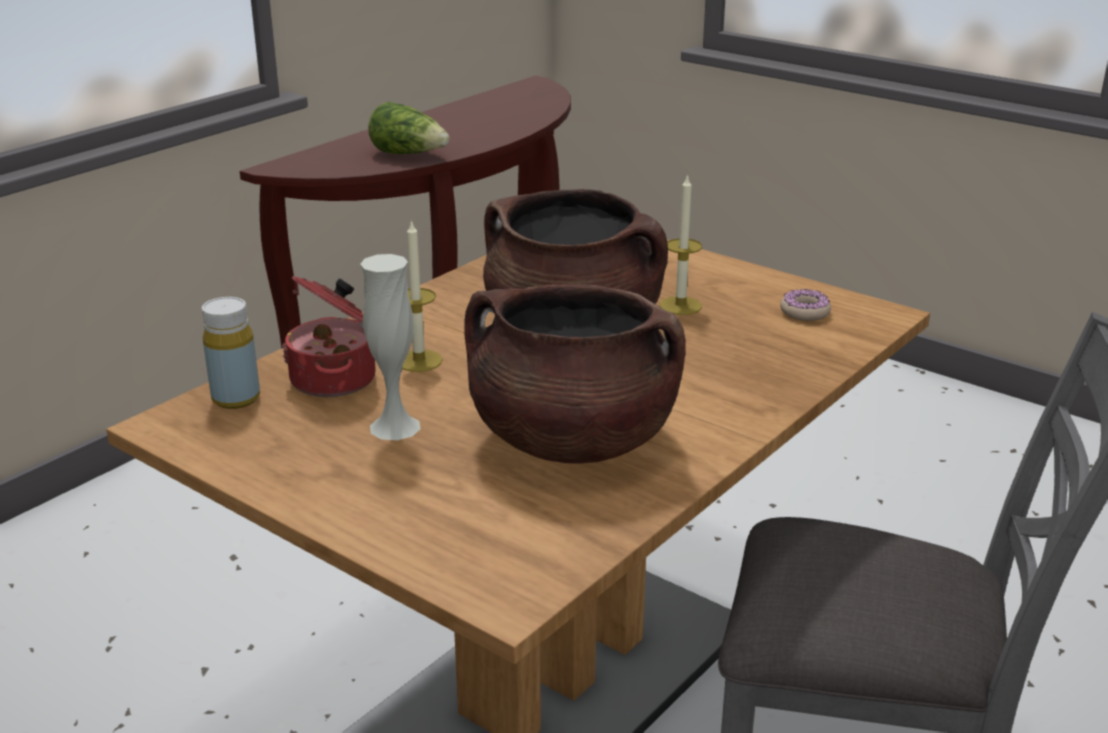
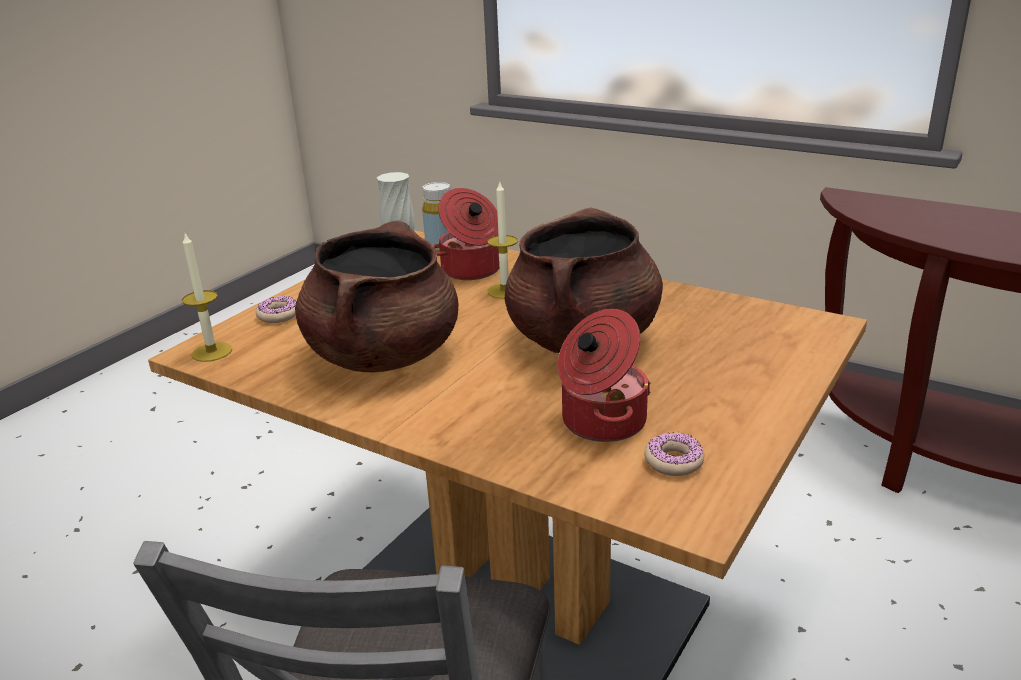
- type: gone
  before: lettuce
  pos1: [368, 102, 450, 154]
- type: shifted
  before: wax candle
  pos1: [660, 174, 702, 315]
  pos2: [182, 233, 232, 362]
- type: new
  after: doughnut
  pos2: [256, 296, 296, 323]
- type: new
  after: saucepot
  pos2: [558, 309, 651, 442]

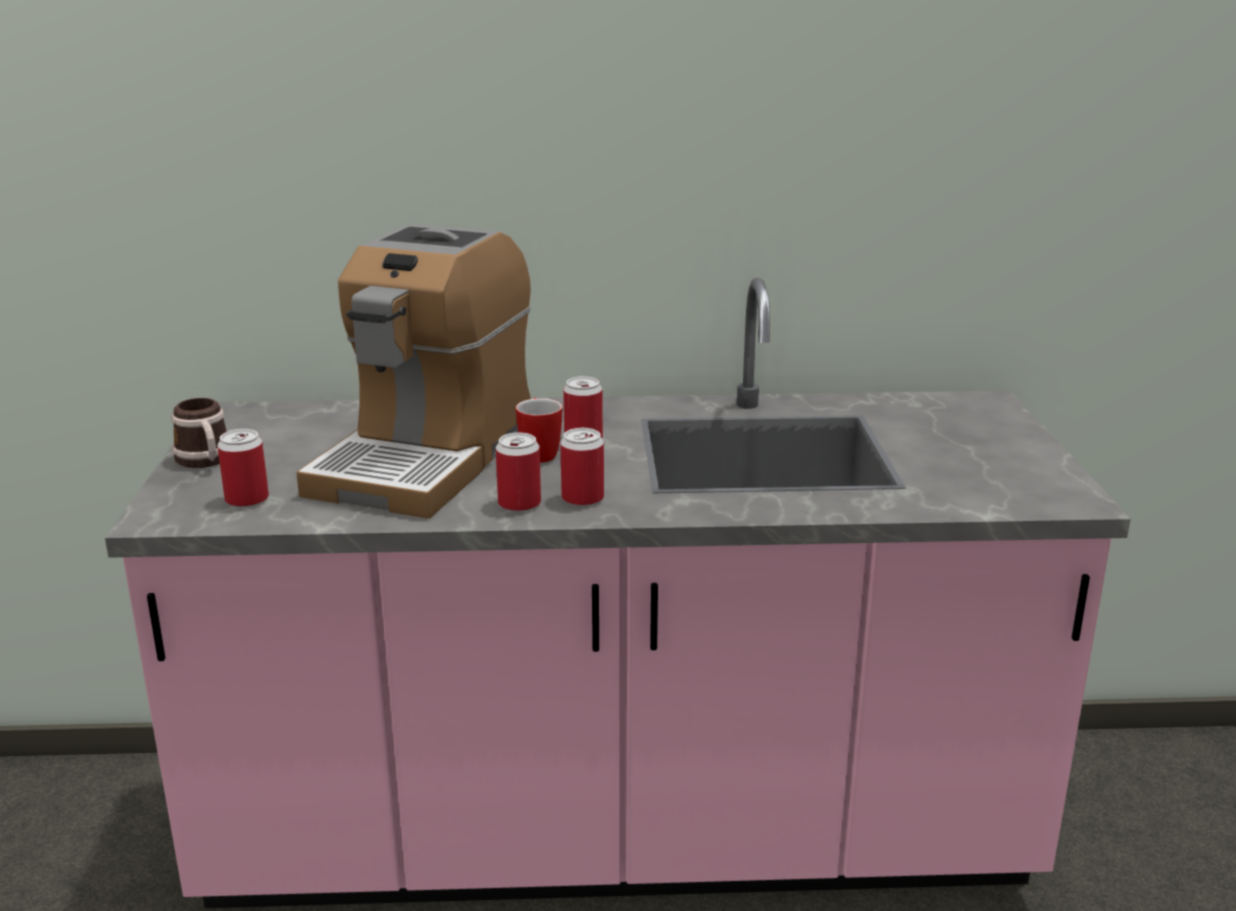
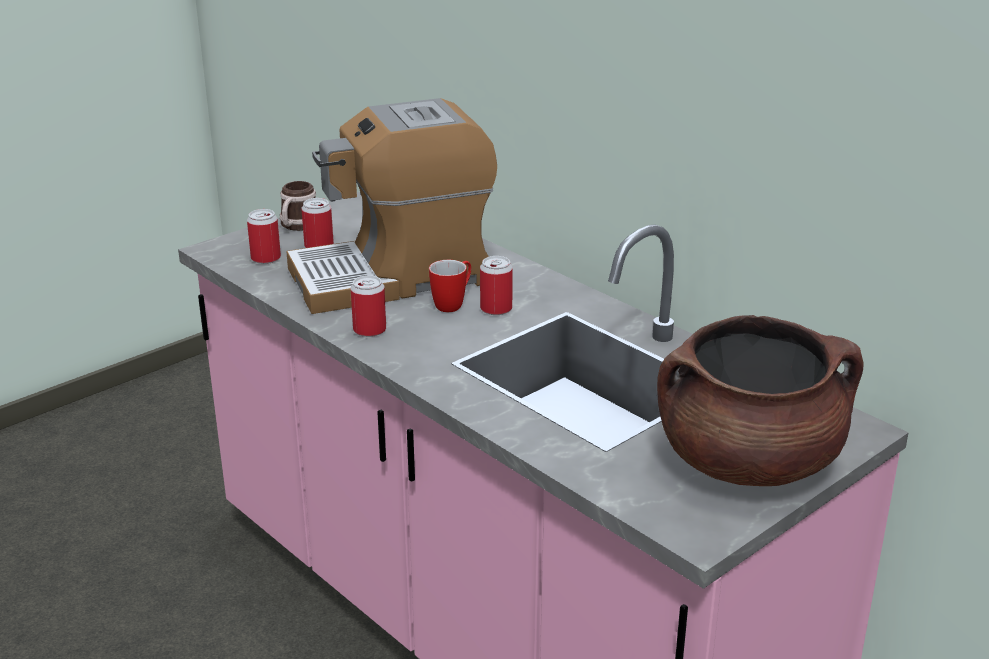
- type: shifted
  before: can
  pos1: [560, 428, 604, 506]
  pos2: [301, 198, 334, 248]
- type: new
  after: saucepot (brownish)
  pos2: [657, 315, 863, 486]

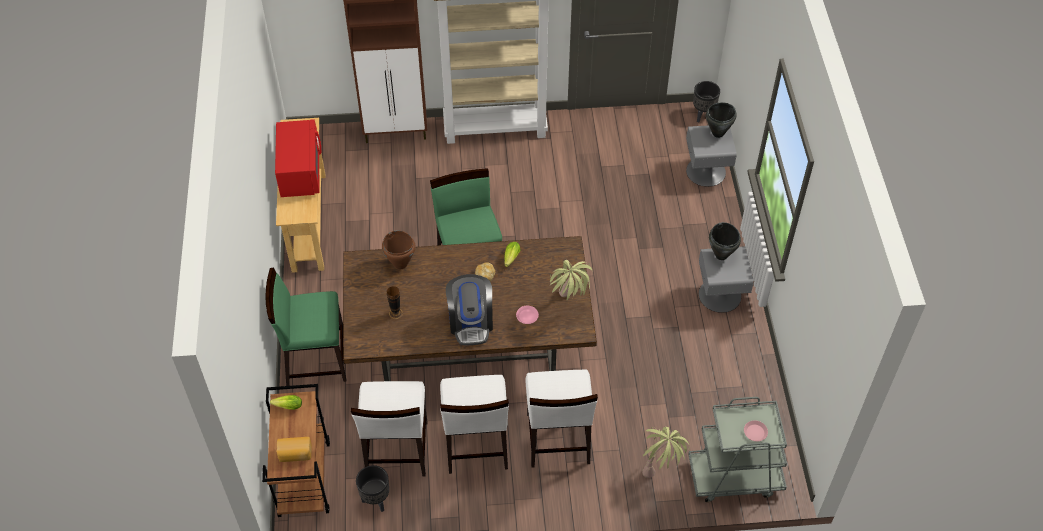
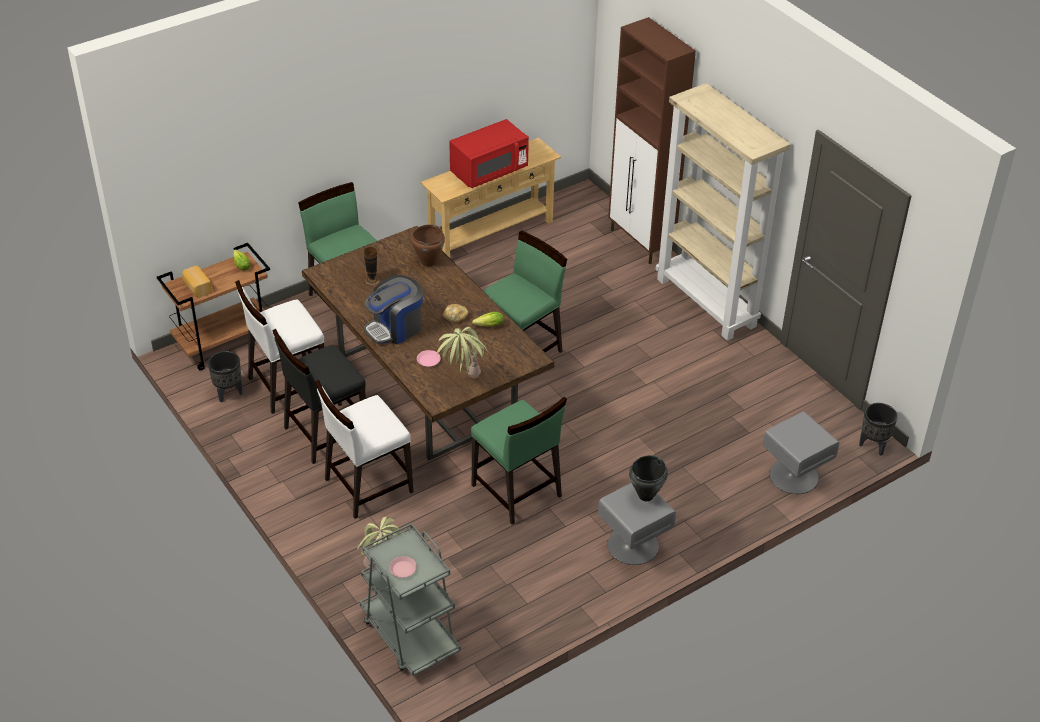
- type: gone
  before: saucepot (blackish)
  pos1: [706, 102, 737, 138]
- type: repainted
  before: chair (whitish)
  after: chair (blackish)
  pos1: [440, 375, 509, 474]
  pos2: [272, 329, 366, 464]
- type: new
  after: chair (green-coloured)
  pos2: [471, 397, 567, 525]

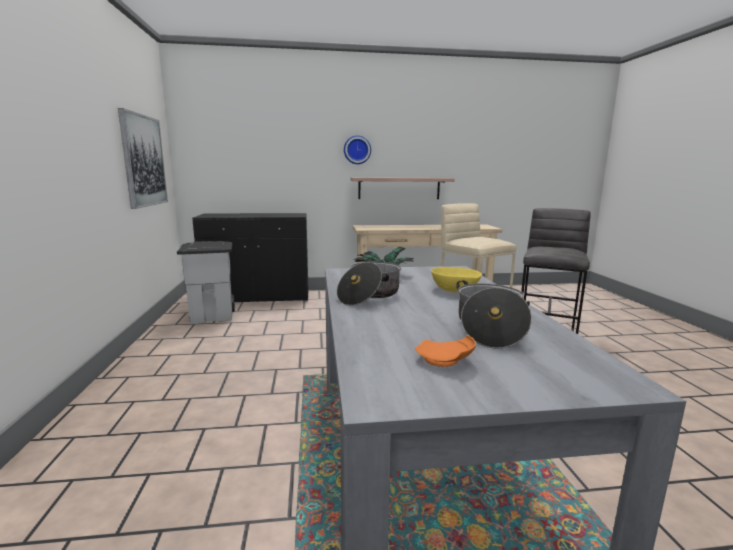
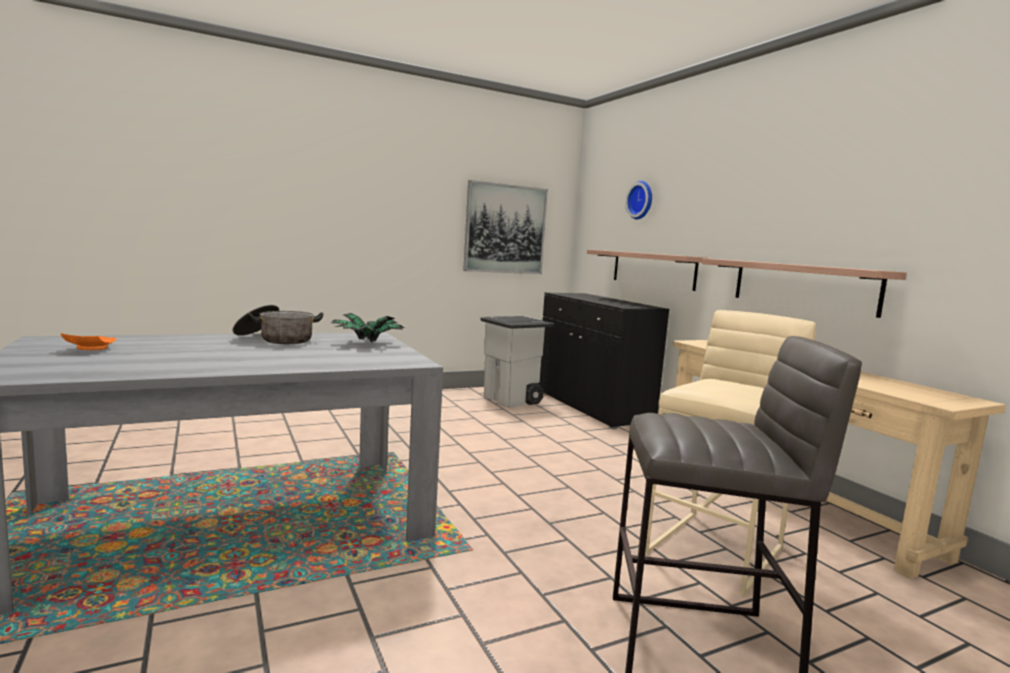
- type: shifted
  before: clock on the wall
  pos1: [344, 135, 371, 164]
  pos2: [625, 181, 652, 219]
- type: gone
  before: serving bowl (yellow)
  pos1: [431, 267, 482, 292]
- type: gone
  before: saucepot
  pos1: [457, 280, 532, 349]
- type: new
  after: shelf
  pos2: [587, 249, 709, 291]

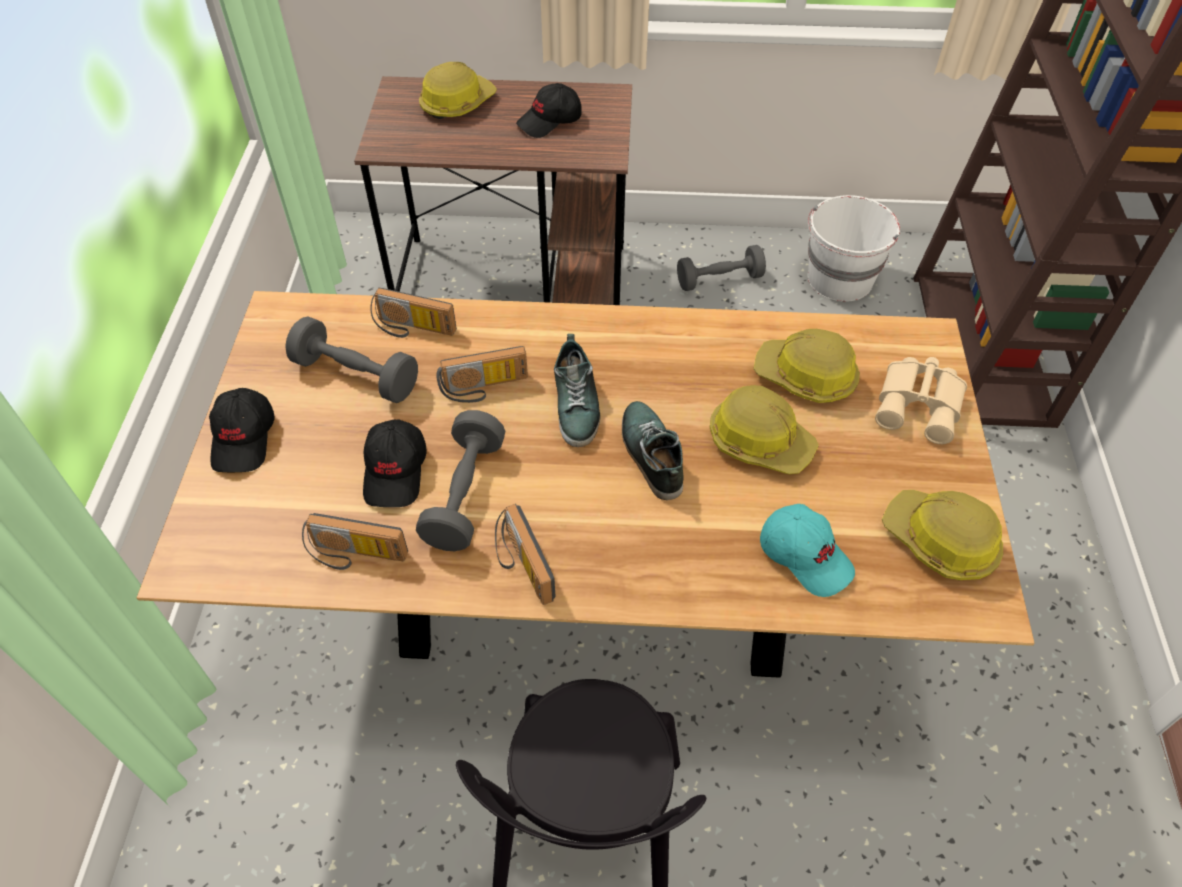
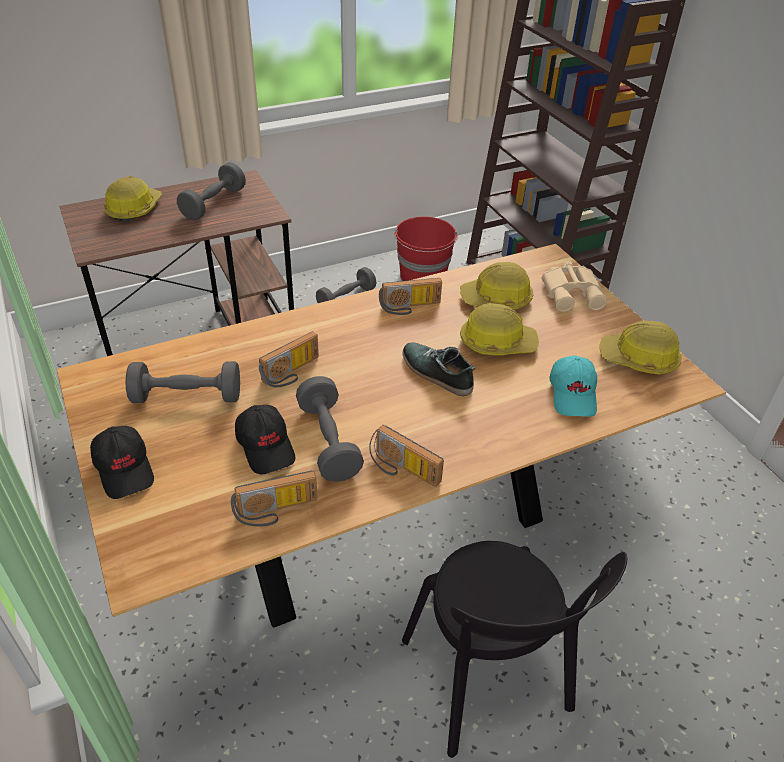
- type: swapped
  before: peaked cap (blackish)
  after: dumbbell (greyish)
  pos1: [516, 83, 582, 138]
  pos2: [177, 162, 246, 221]
- type: repainted
  before: bucket (whitish)
  after: bucket (red-coloured)
  pos1: [808, 195, 900, 302]
  pos2: [394, 216, 458, 281]
- type: shifted
  before: radio receiver
  pos1: [370, 288, 457, 338]
  pos2: [379, 278, 442, 315]
- type: gone
  before: low shoe
  pos1: [554, 334, 600, 447]
- type: rotated
  before: peaked cap (turquoise-coloured)
  pos1: [760, 504, 855, 597]
  pos2: [549, 356, 597, 417]
  turn: 75

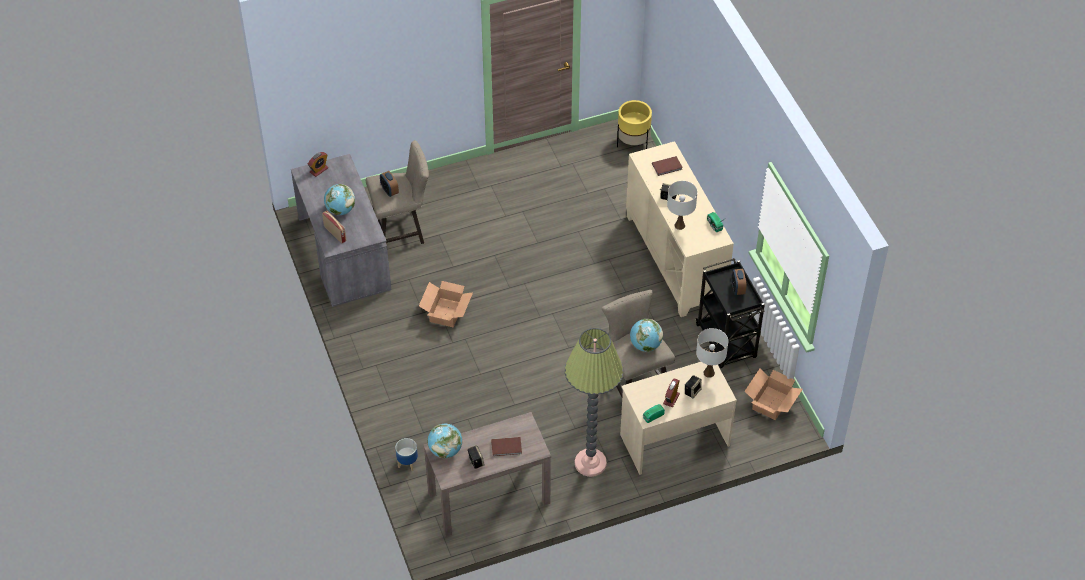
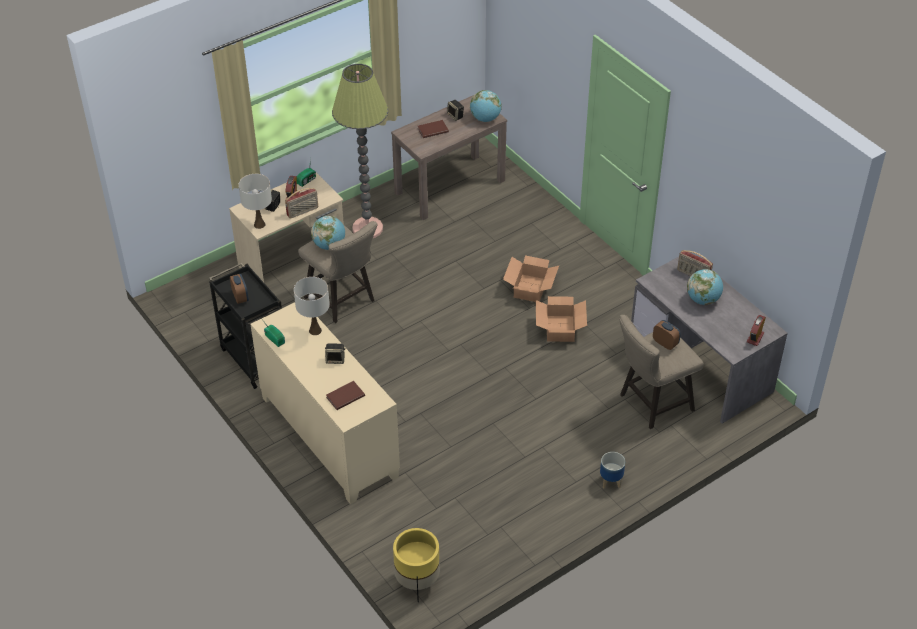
- type: shifted
  before: cardboard box
  pos1: [744, 369, 803, 420]
  pos2: [503, 255, 559, 302]
- type: shifted
  before: plant pot
  pos1: [395, 438, 418, 471]
  pos2: [600, 452, 625, 488]
- type: new
  after: radio receiver
  pos2: [285, 188, 318, 219]

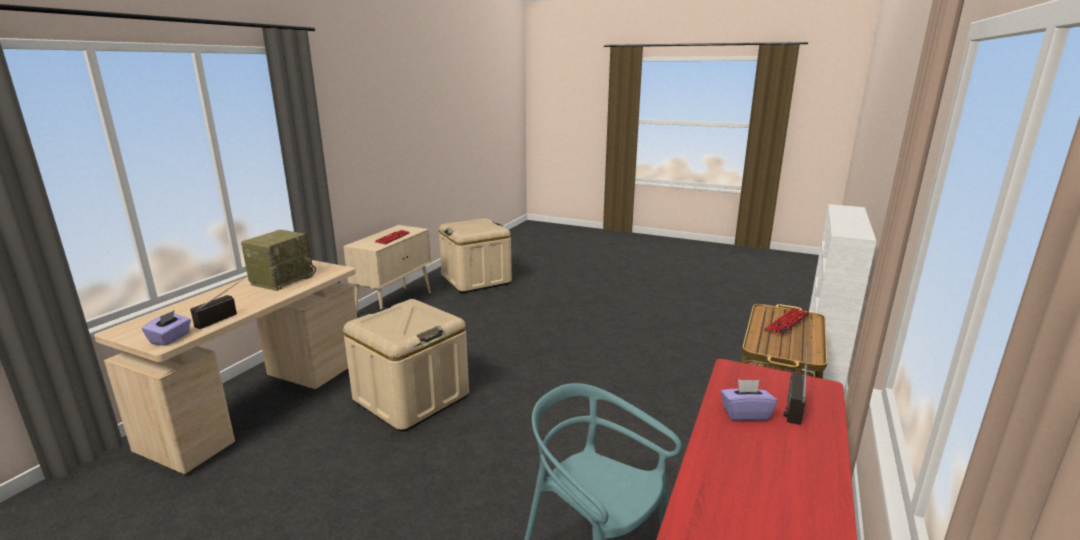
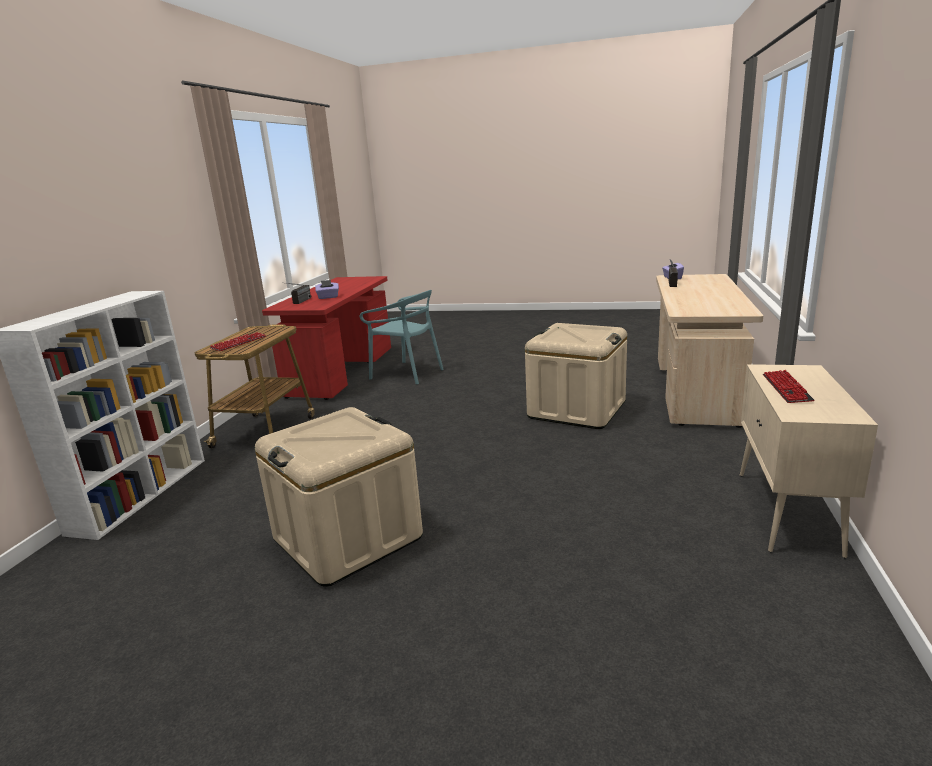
- type: shifted
  before: storage box (beige-coloured)
  pos1: [439, 218, 512, 293]
  pos2: [255, 407, 423, 587]
- type: gone
  before: radio receiver
  pos1: [241, 230, 316, 291]

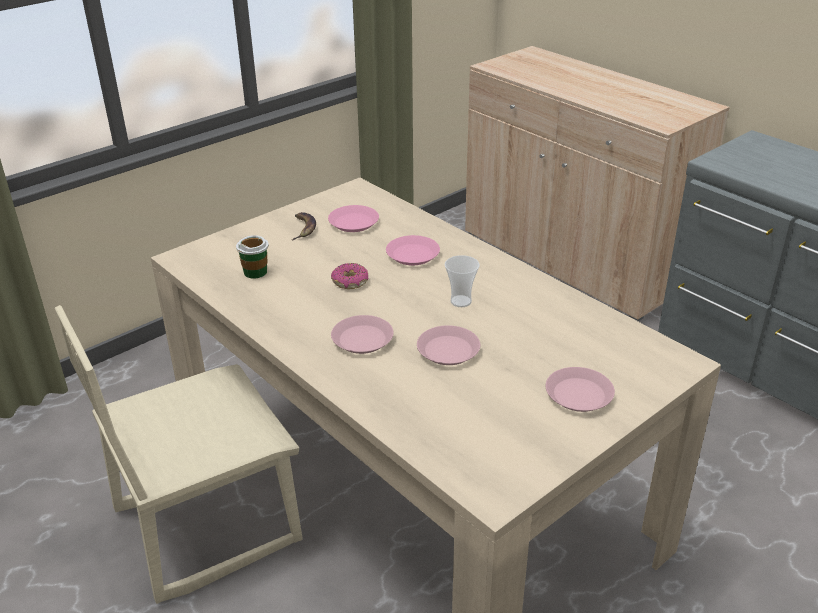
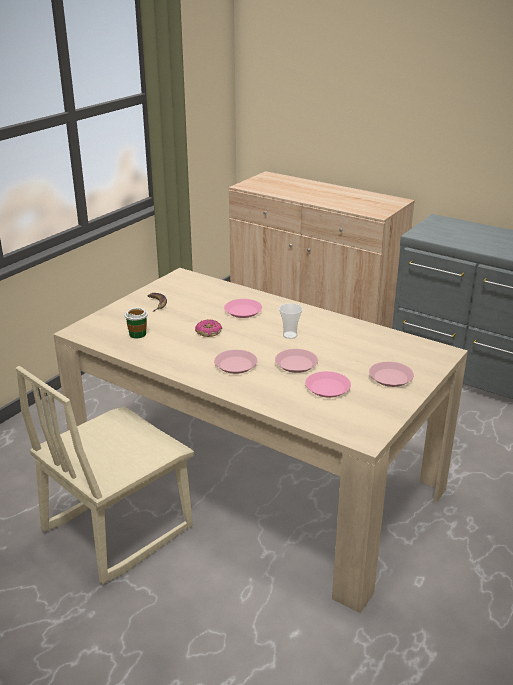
- type: shifted
  before: flat dish (pink)
  pos1: [328, 205, 379, 232]
  pos2: [305, 371, 351, 398]

